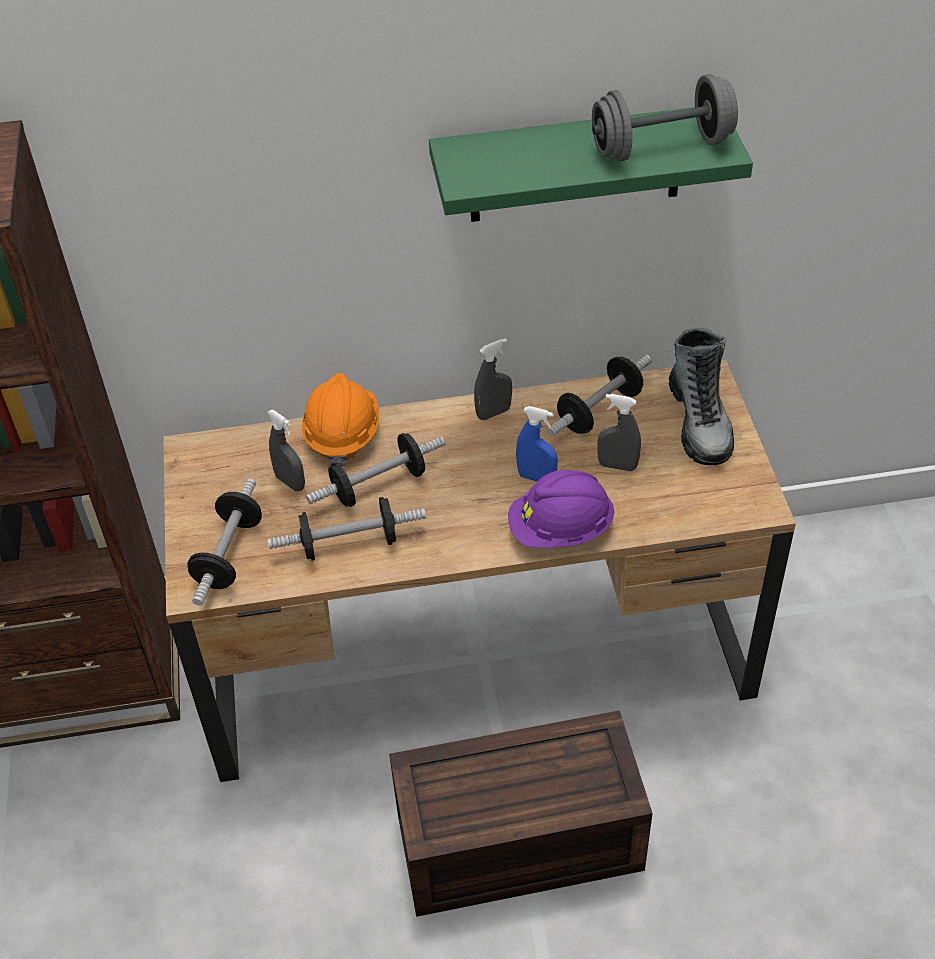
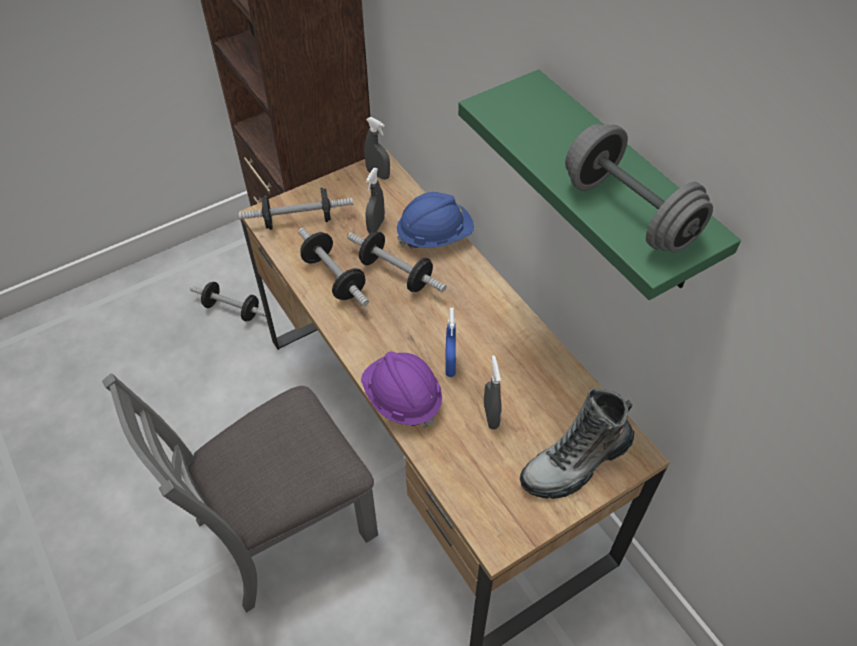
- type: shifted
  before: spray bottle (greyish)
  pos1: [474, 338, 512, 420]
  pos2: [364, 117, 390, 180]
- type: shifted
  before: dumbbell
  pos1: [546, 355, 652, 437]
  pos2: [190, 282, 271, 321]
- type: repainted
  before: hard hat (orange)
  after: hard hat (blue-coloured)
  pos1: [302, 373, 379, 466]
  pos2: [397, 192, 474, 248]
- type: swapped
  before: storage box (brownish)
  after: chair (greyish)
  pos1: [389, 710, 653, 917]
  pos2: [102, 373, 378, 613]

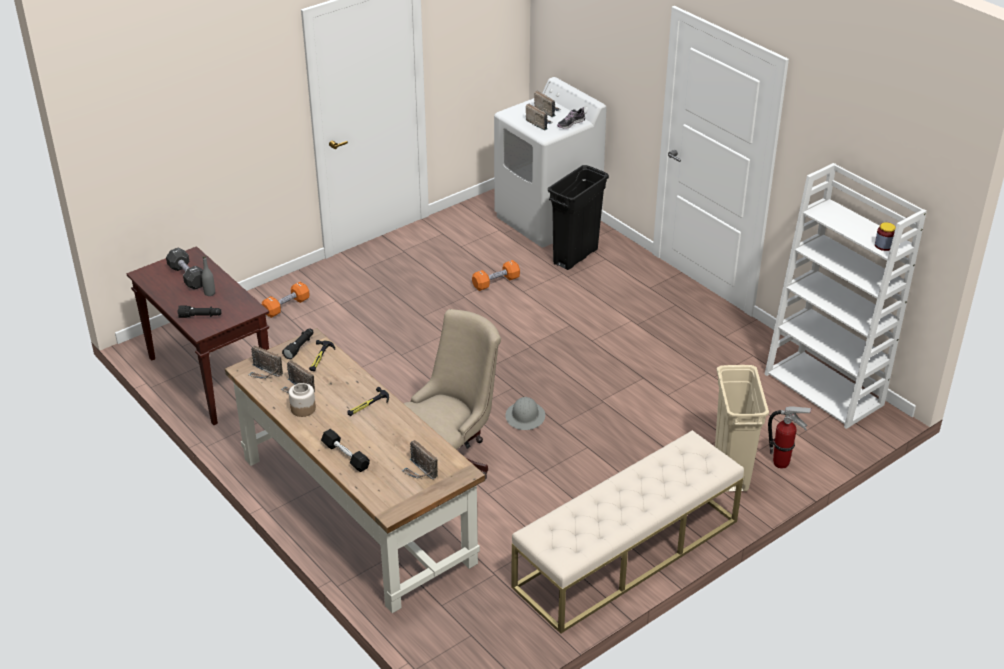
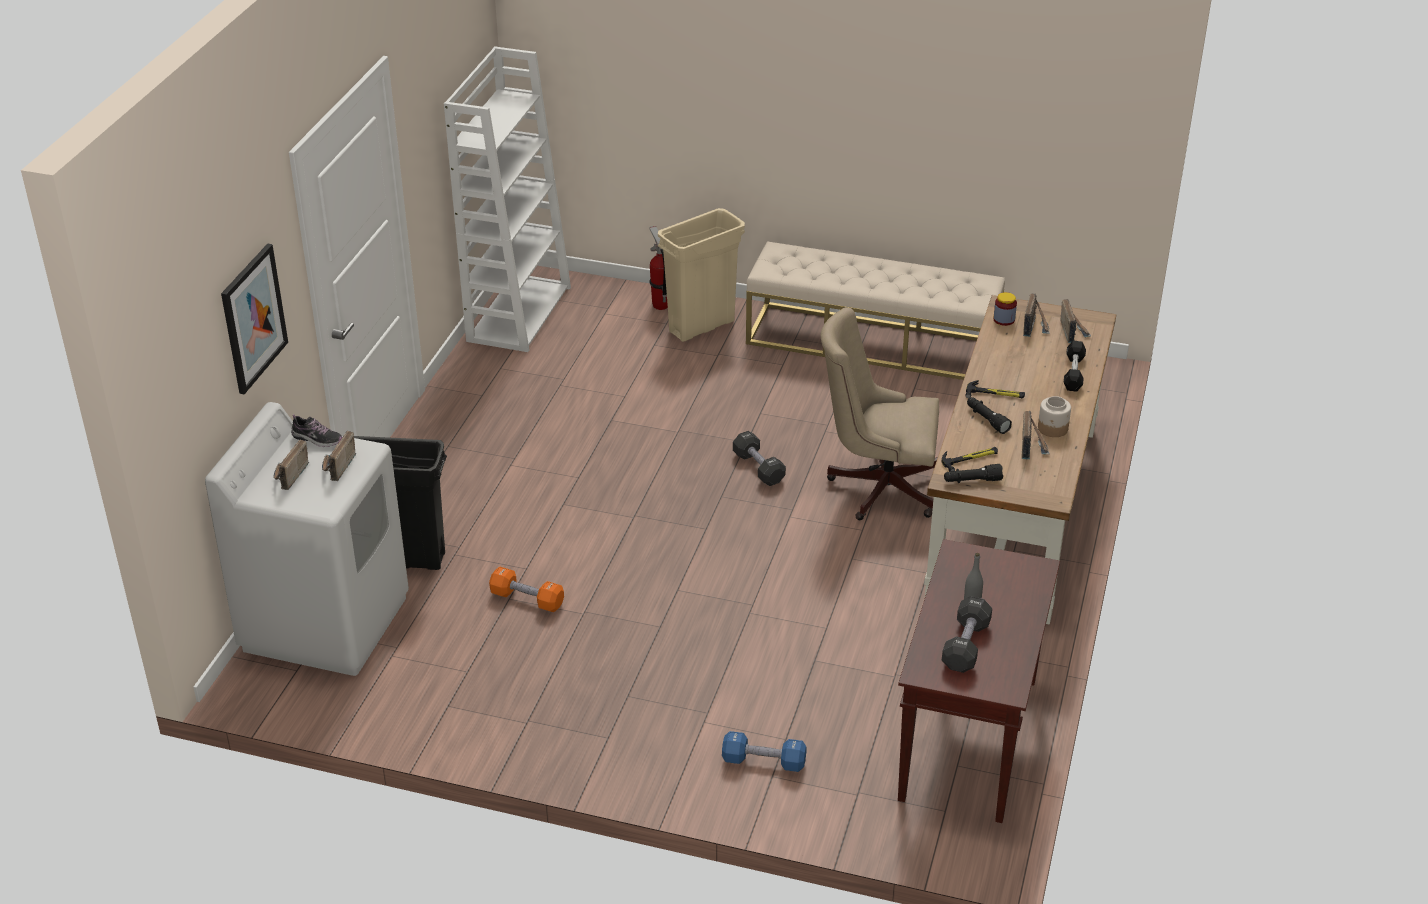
- type: shifted
  before: preserve jar
  pos1: [875, 222, 896, 251]
  pos2: [994, 292, 1017, 326]
- type: repainted
  before: dumbbell (orange)
  after: dumbbell (blue-coloured)
  pos1: [262, 282, 309, 318]
  pos2: [722, 731, 807, 772]
- type: shifted
  before: flashlight (blackish)
  pos1: [177, 306, 221, 318]
  pos2: [967, 397, 1012, 434]
- type: shifted
  before: radio receiver
  pos1: [249, 346, 283, 379]
  pos2: [1061, 299, 1091, 343]
- type: swapped
  before: hard hat (greyish)
  after: dumbbell (blackish)
  pos1: [505, 397, 545, 430]
  pos2: [733, 431, 786, 486]
- type: new
  after: picture
  pos2: [221, 244, 288, 394]

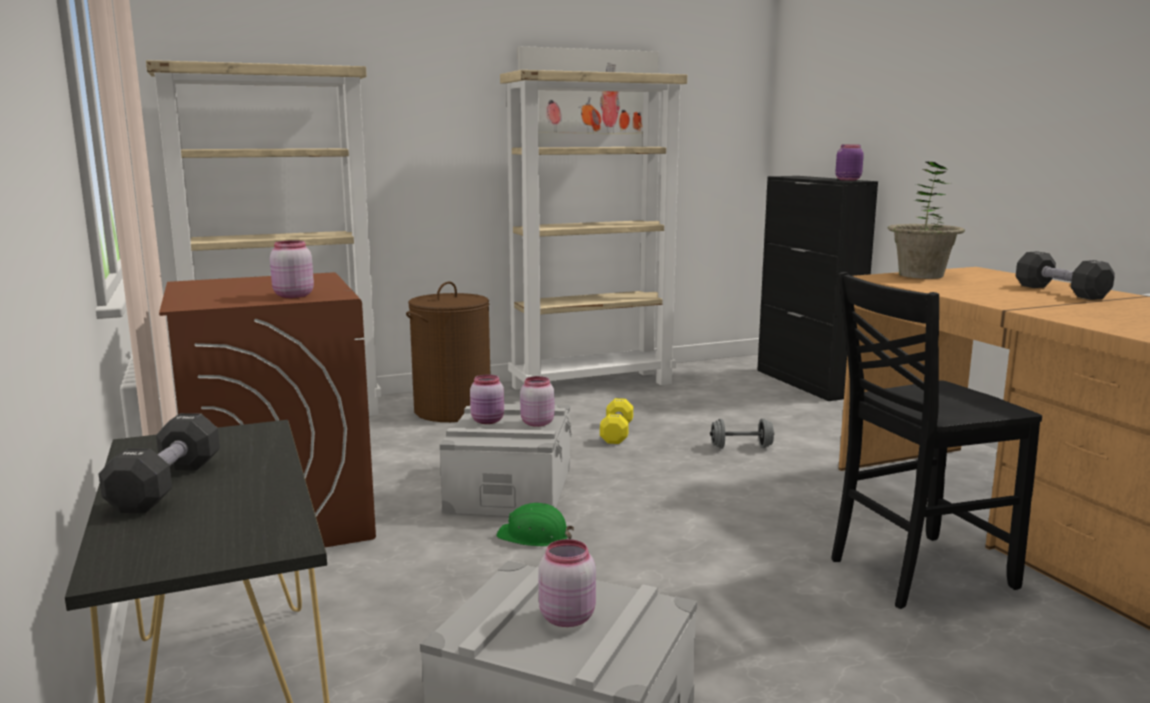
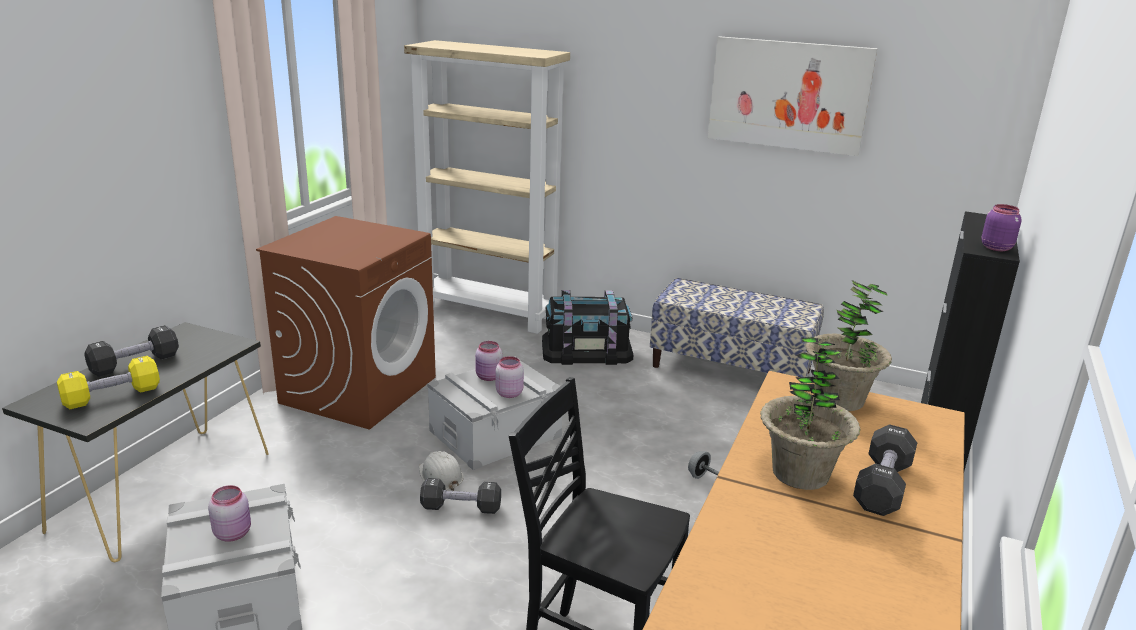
- type: swapped
  before: bookshelf (beige-coloured)
  after: bench
  pos1: [500, 70, 687, 390]
  pos2: [650, 278, 824, 377]
- type: gone
  before: preserve jar (pink)
  pos1: [270, 240, 314, 298]
- type: swapped
  before: washing basket (brownish)
  after: storage box (blackish)
  pos1: [406, 282, 490, 422]
  pos2: [542, 290, 633, 365]
- type: shifted
  before: dumbbell (yellow)
  pos1: [600, 398, 633, 444]
  pos2: [57, 356, 160, 409]
- type: repainted
  before: hard hat (green-coloured)
  after: hard hat (whitish)
  pos1: [496, 503, 574, 546]
  pos2: [419, 451, 464, 491]
- type: new
  after: houseplant
  pos2: [760, 337, 861, 490]
- type: new
  after: dumbbell (blackish)
  pos2: [420, 478, 501, 514]

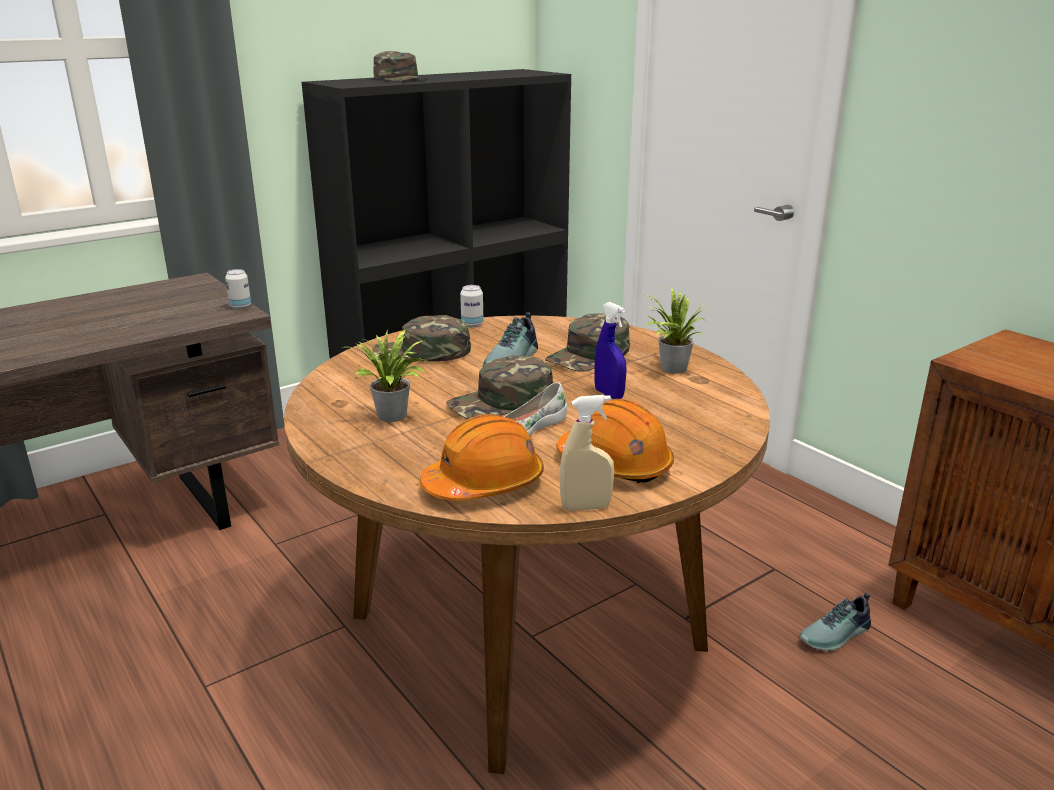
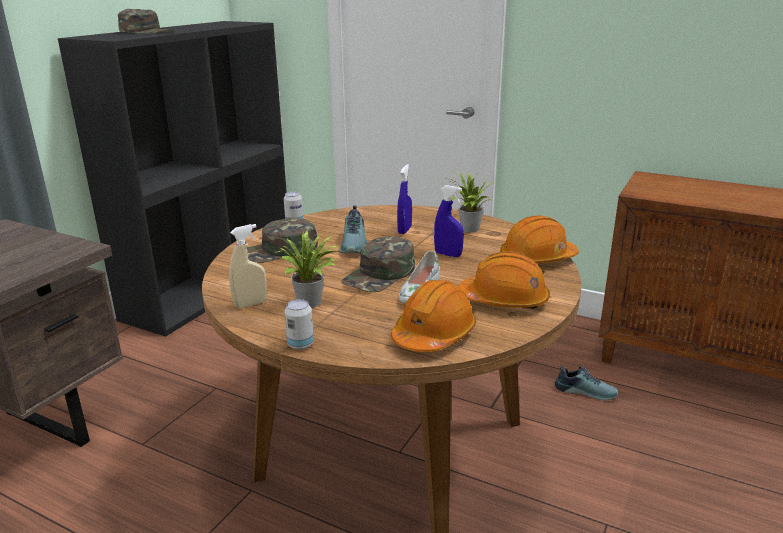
- type: shifted
  before: can
  pos1: [225, 269, 251, 309]
  pos2: [284, 299, 314, 350]
- type: swapped
  before: peaked cap (green-coloured)
  after: spray bottle (blue-coloured)
  pos1: [545, 313, 630, 372]
  pos2: [397, 164, 412, 234]
- type: shifted
  before: spray bottle (beige-coloured)
  pos1: [559, 395, 614, 511]
  pos2: [229, 224, 267, 309]
- type: rotated
  before: low shoe
  pos1: [798, 593, 871, 651]
  pos2: [555, 366, 618, 400]
  turn: -105
- type: new
  after: hard hat (orange)
  pos2: [500, 215, 579, 263]

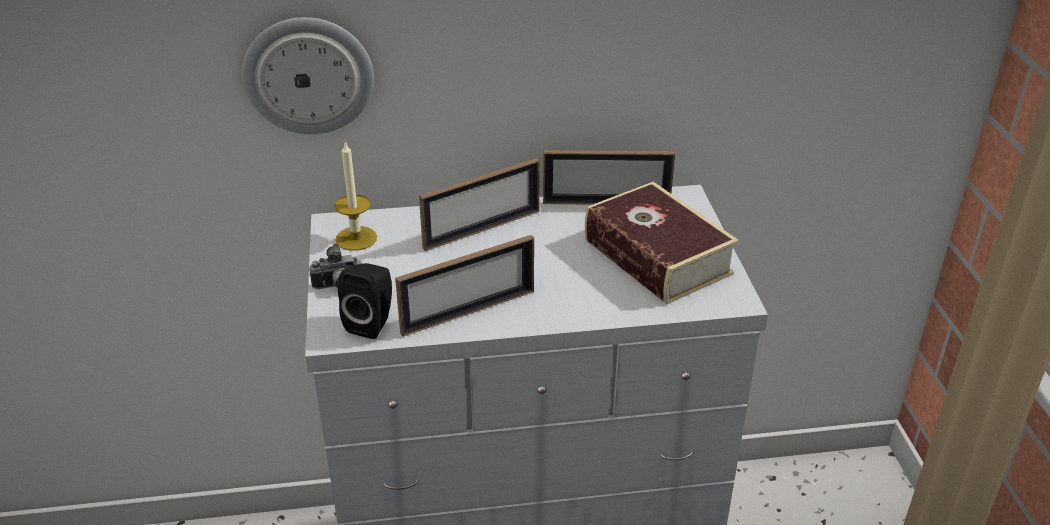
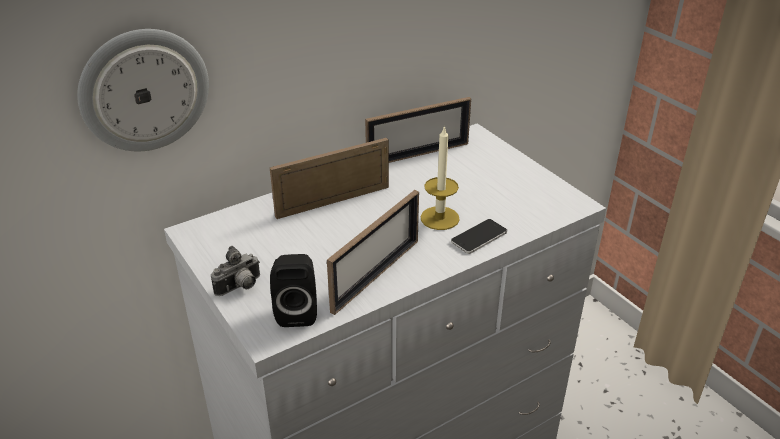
- type: shifted
  before: wax candle
  pos1: [334, 142, 377, 251]
  pos2: [420, 125, 460, 230]
- type: rotated
  before: picture frame
  pos1: [419, 158, 540, 251]
  pos2: [270, 138, 389, 219]
  turn: -150
- type: gone
  before: bound book
  pos1: [585, 182, 739, 304]
- type: new
  after: handset
  pos2: [451, 219, 507, 254]

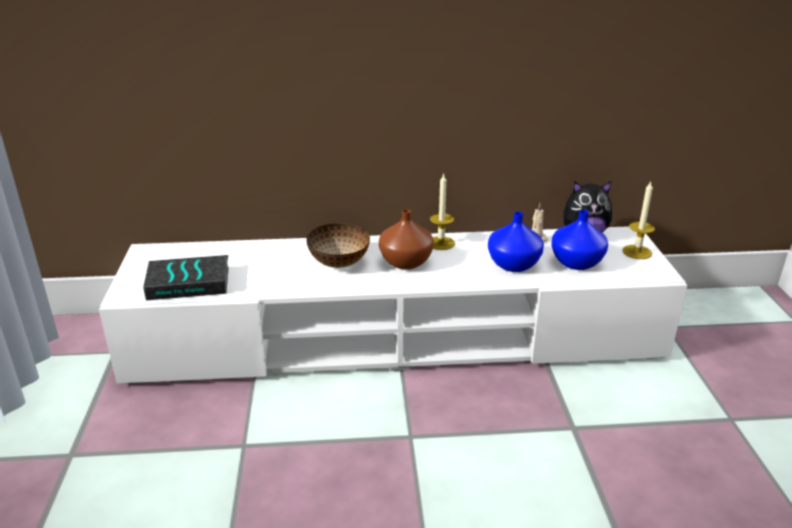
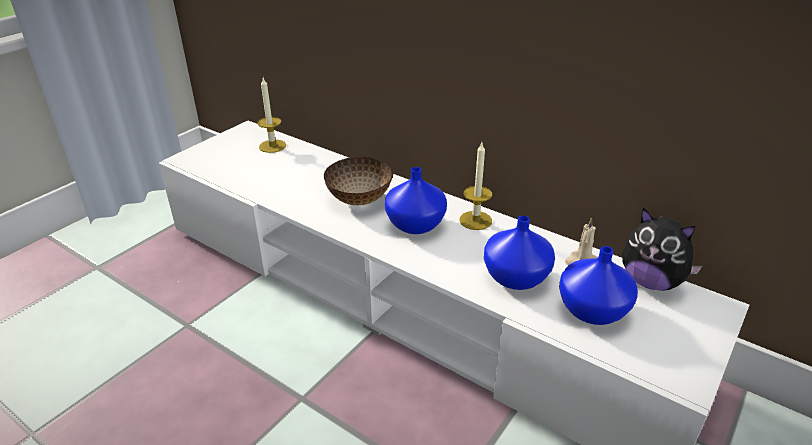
- type: shifted
  before: wax candle
  pos1: [622, 181, 655, 259]
  pos2: [257, 78, 286, 153]
- type: repainted
  before: decorative vase (brownish)
  after: decorative vase (blue-coloured)
  pos1: [379, 209, 434, 269]
  pos2: [385, 167, 447, 234]
- type: gone
  before: bound book
  pos1: [143, 255, 229, 300]

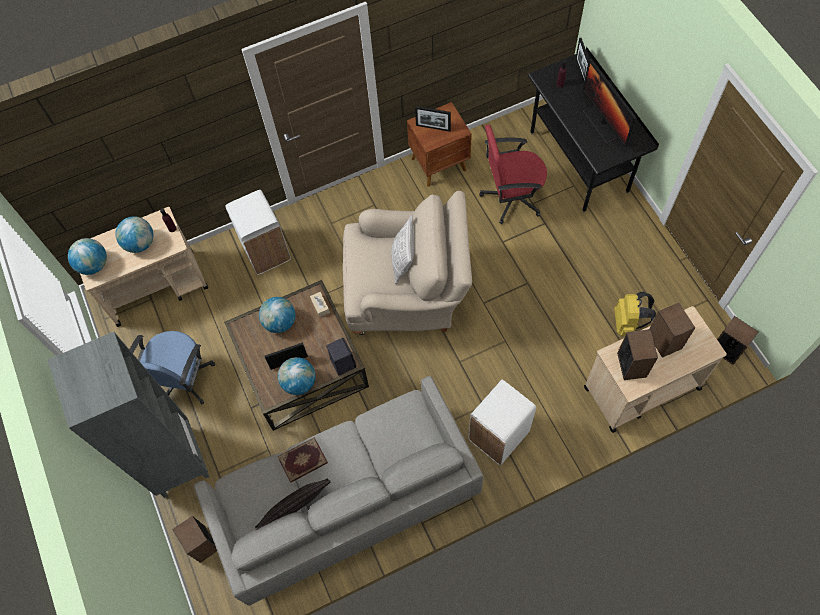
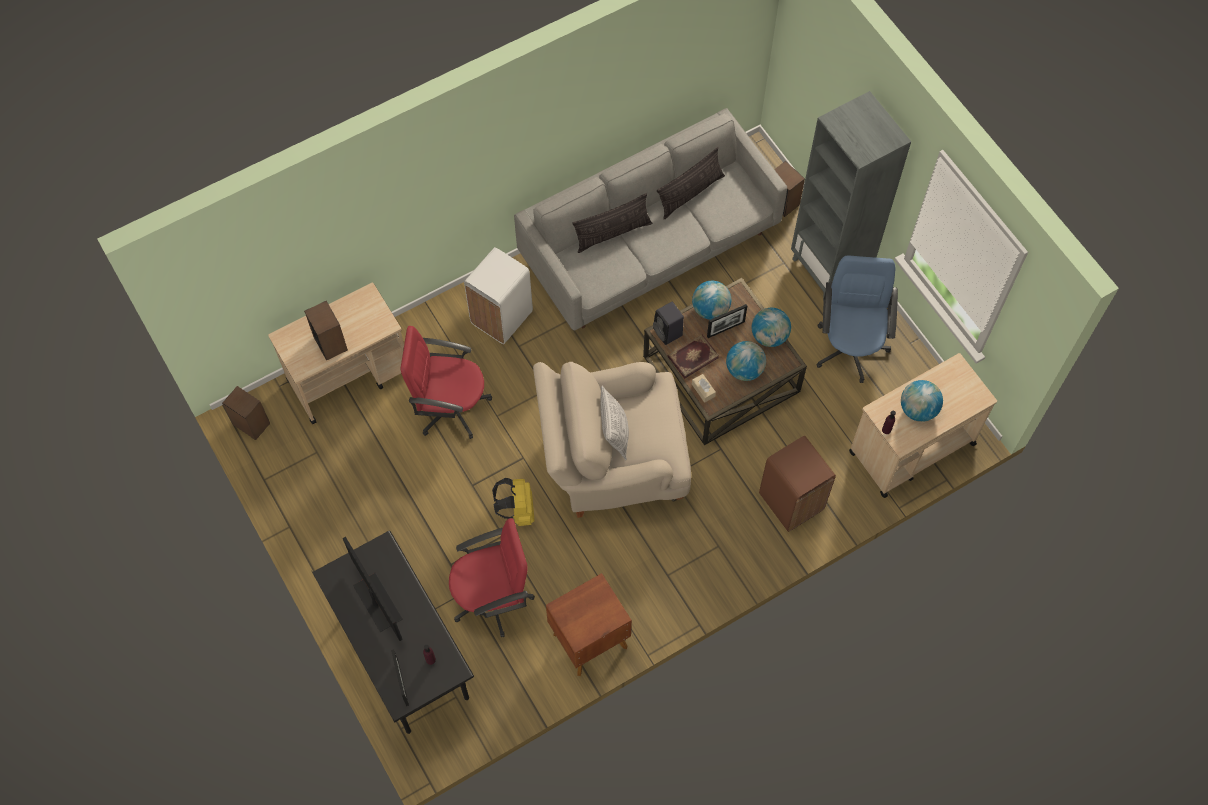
- type: gone
  before: picture frame
  pos1: [415, 106, 451, 132]
- type: repainted
  before: trash can (whitish)
  after: trash can (brownish)
  pos1: [226, 190, 291, 274]
  pos2: [759, 436, 836, 532]
- type: shifted
  before: globe
  pos1: [68, 238, 107, 275]
  pos2: [752, 308, 791, 347]
- type: shifted
  before: rucksack (yellow)
  pos1: [614, 292, 656, 336]
  pos2: [492, 478, 535, 526]
- type: gone
  before: audio speaker
  pos1: [617, 329, 658, 380]
- type: shifted
  before: bound book
  pos1: [277, 437, 328, 483]
  pos2: [667, 335, 719, 379]
- type: new
  after: pillow
  pos2: [572, 193, 652, 253]
- type: new
  after: computer chair (red-coloured)
  pos2: [401, 326, 492, 439]

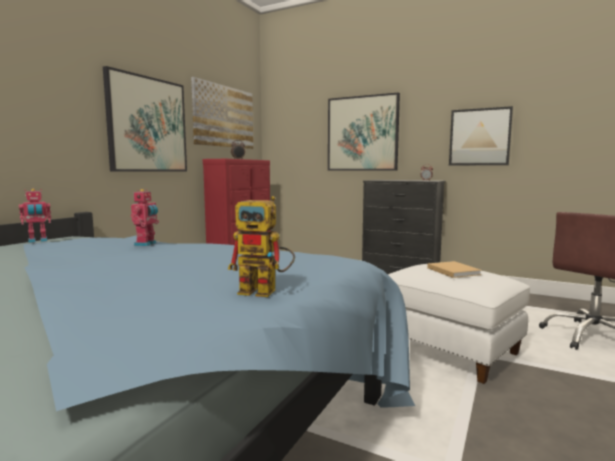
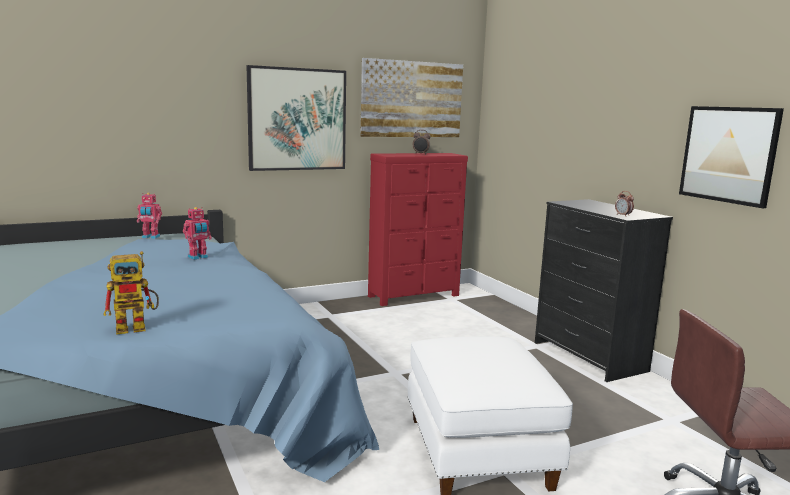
- type: gone
  before: picture
  pos1: [328, 92, 400, 170]
- type: rotated
  before: model robot
  pos1: [228, 196, 295, 297]
  pos2: [103, 251, 159, 335]
  turn: -75
- type: gone
  before: bound book (beige-coloured)
  pos1: [427, 261, 482, 278]

